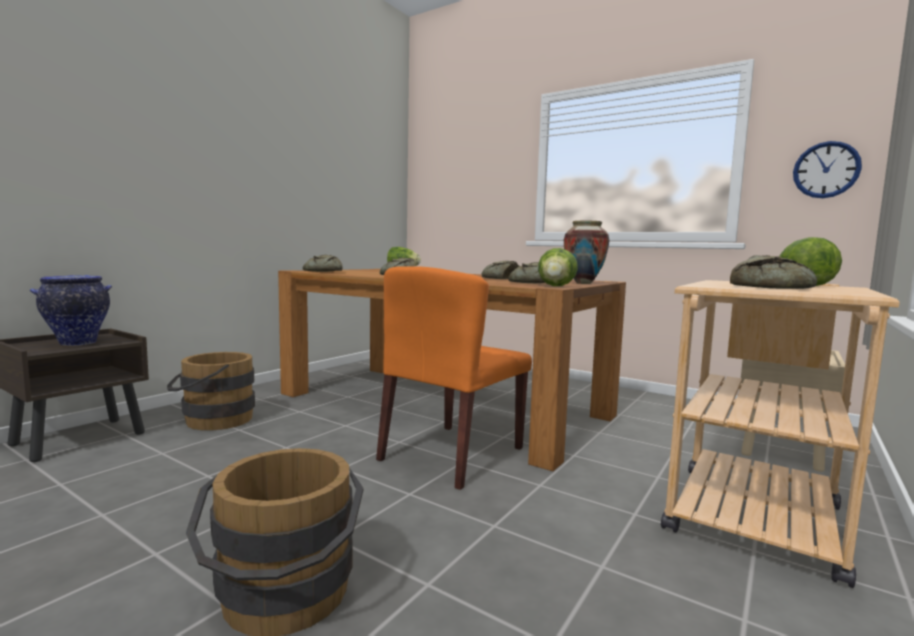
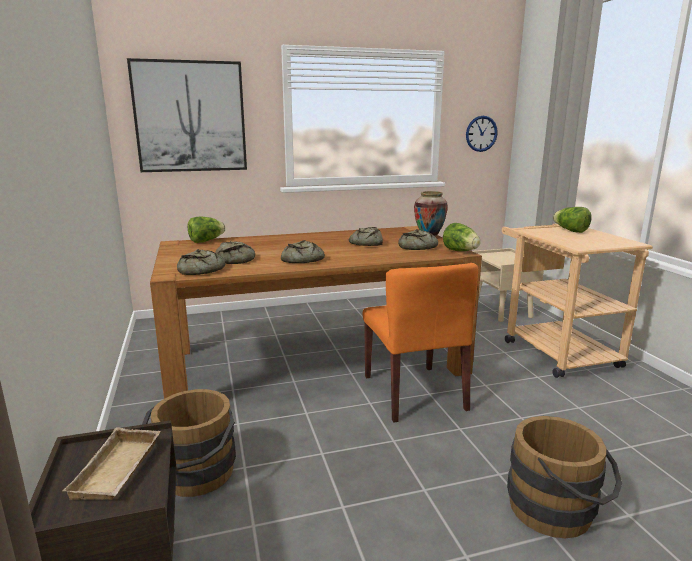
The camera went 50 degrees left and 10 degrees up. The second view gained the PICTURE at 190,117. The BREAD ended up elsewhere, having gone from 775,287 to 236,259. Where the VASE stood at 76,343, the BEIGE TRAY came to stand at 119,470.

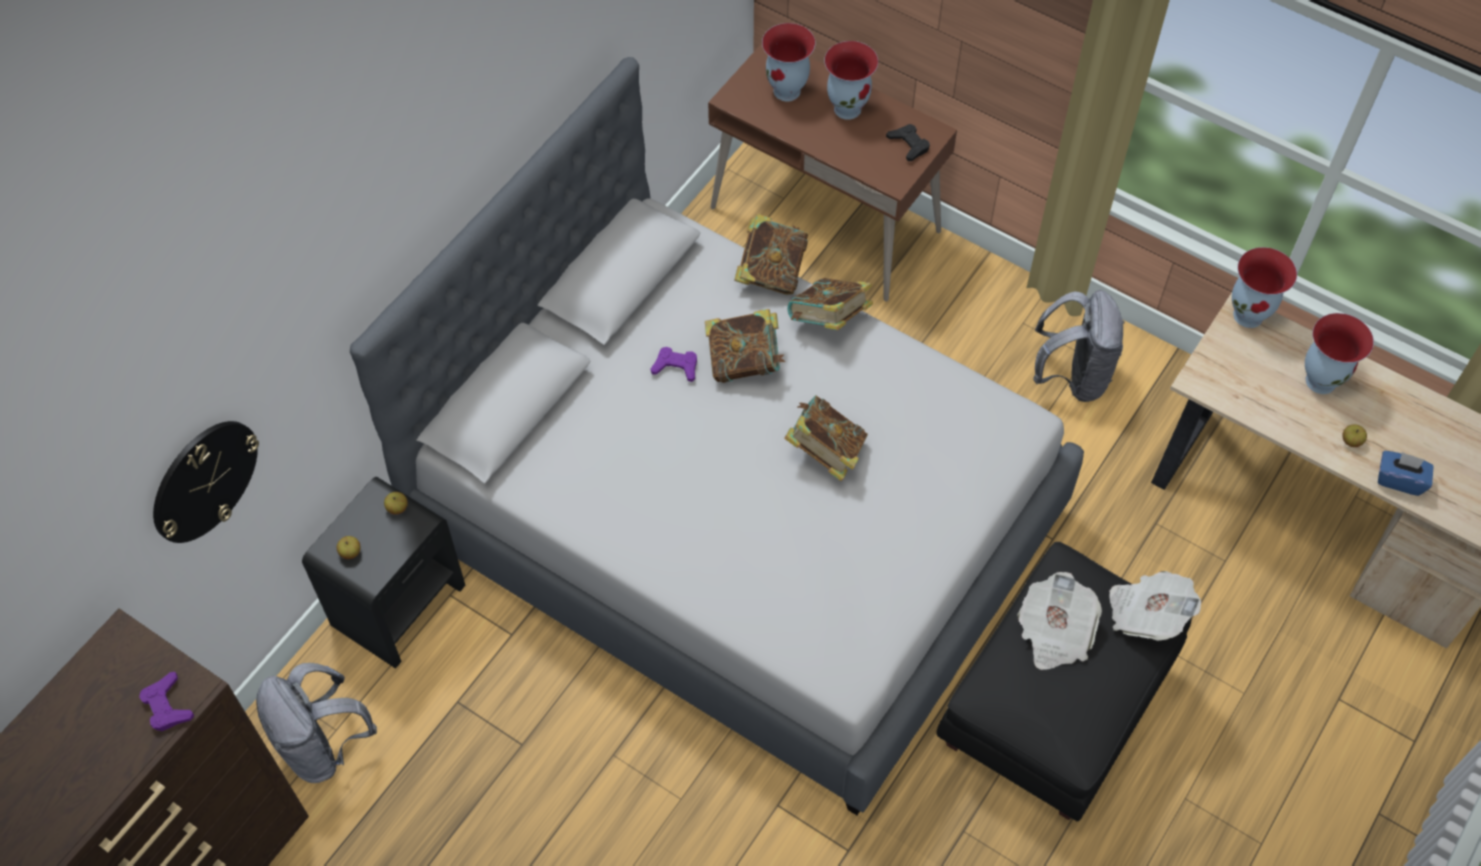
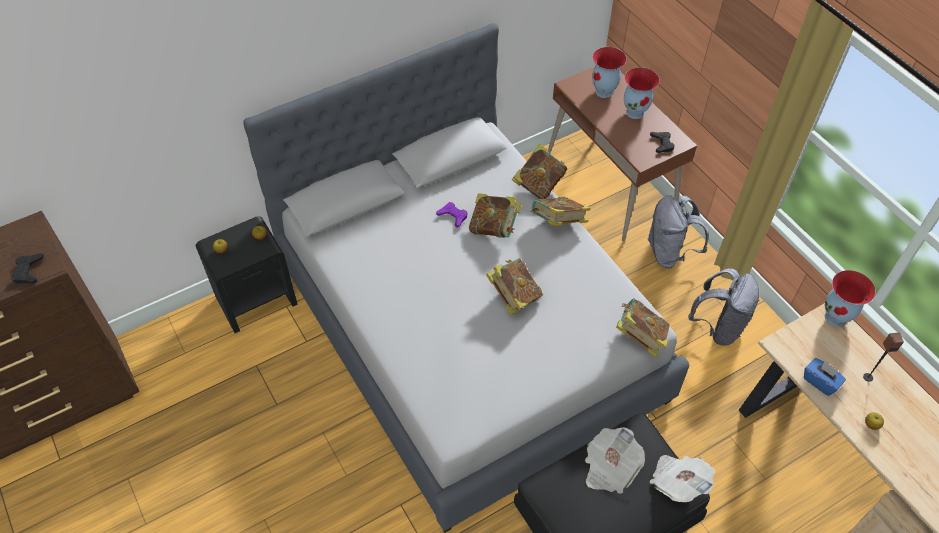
The camera went 25 degrees right and 5 degrees down. The second view lost the WALL CLOCK at 204,480. The second view gained the BOOK at 640,337. The GREY BACKPACK ended up elsewhere, having gone from 324,745 to 669,253. The BLUE TISSUE BOX ended up elsewhere, having gone from 1399,480 to 820,382. Where the VASE stood at 1320,380, the SPEAKER came to stand at 868,377. What was the PURPLE GAME CONTROLLER at 167,706 turned into the BLACK GAME CONTROLLER at 28,271.

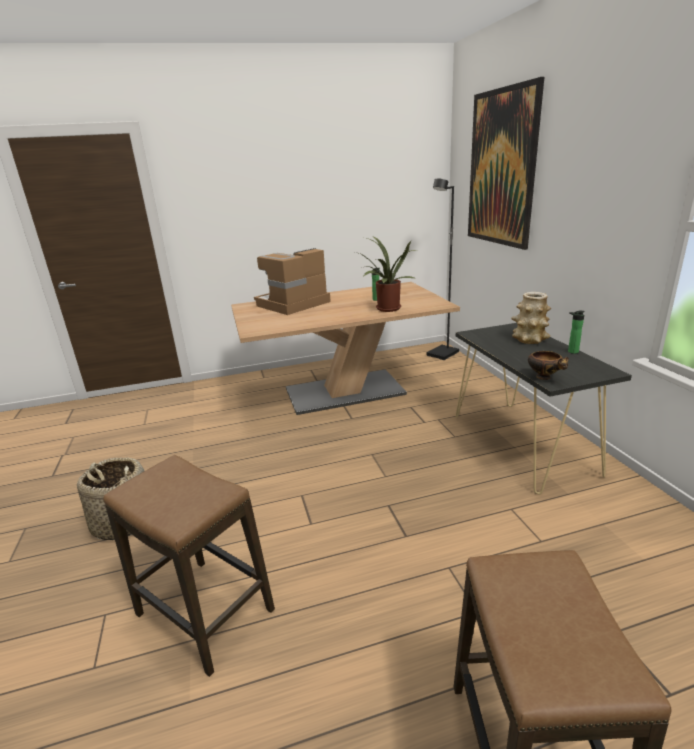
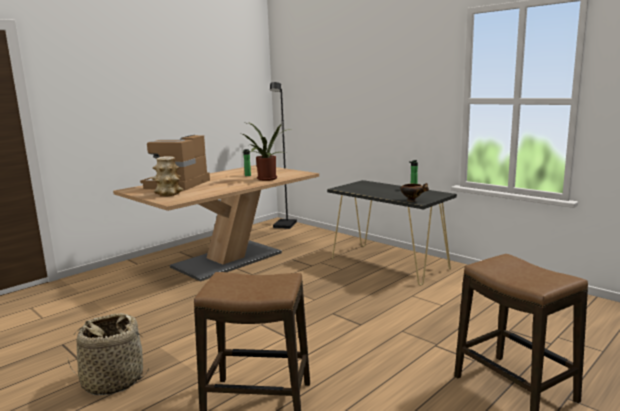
The camera went 30 degrees left and 10 degrees down. The second view lost the PICTURE at 501,169. The VASE ended up elsewhere, having gone from 529,340 to 168,194.

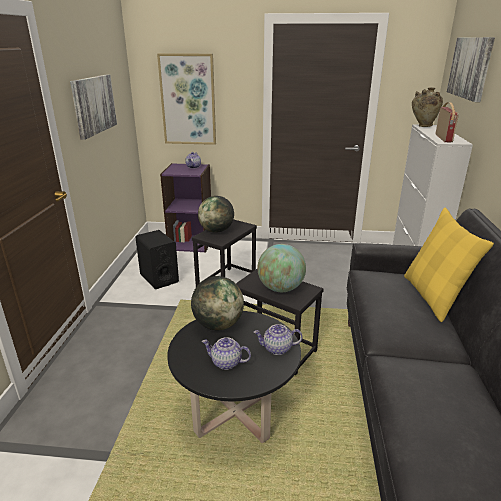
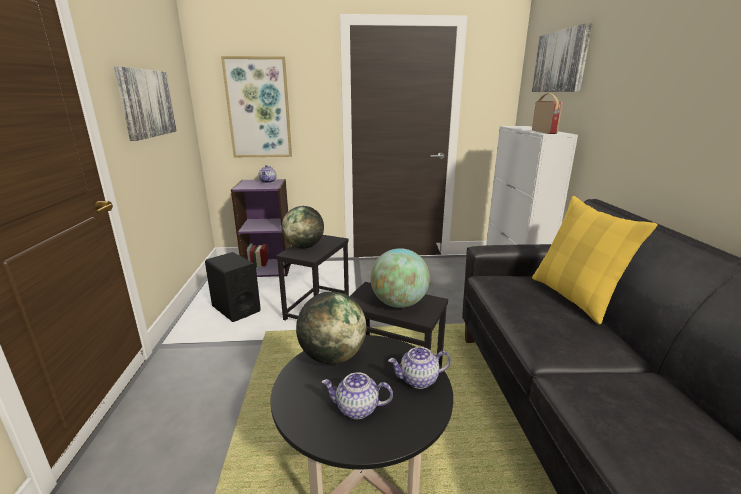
The camera went 10 degrees left and 5 degrees down. The second view lost the BEIGE VASE at 423,126.

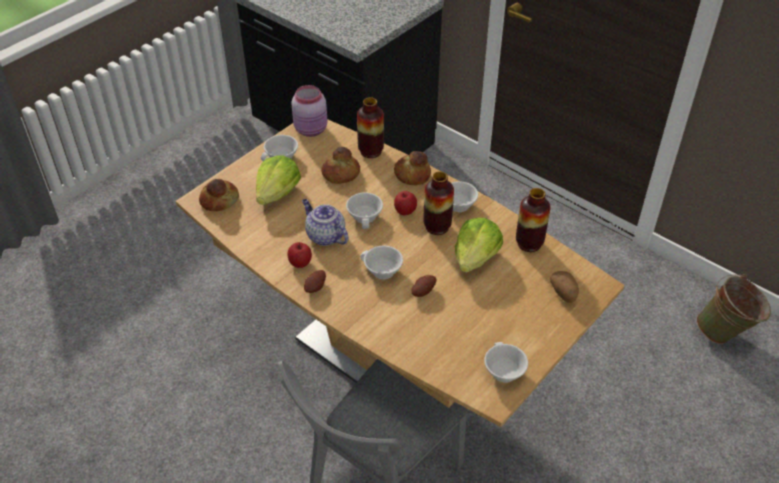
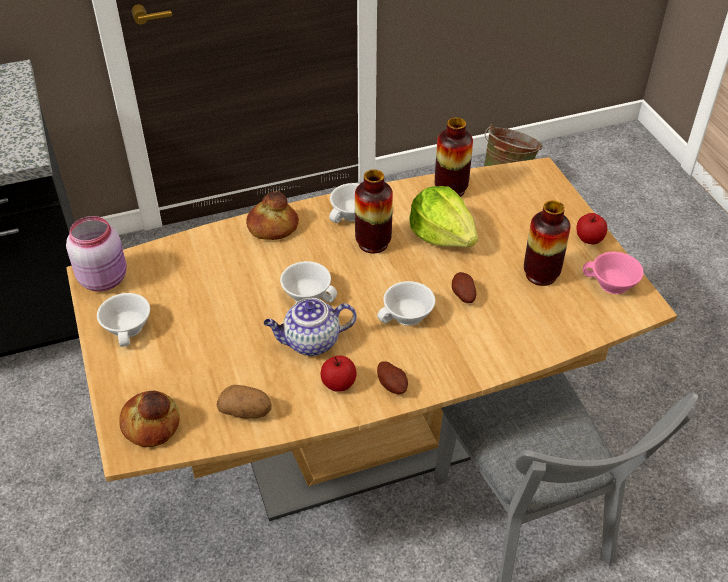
The camera went 60 degrees left and 0 degrees up. The second view lost the LETTUCE at 277,193. The second view lost the BREAD at 341,174. The VASE ended up elsewhere, having gone from 371,151 to 541,275. The APPLE ended up elsewhere, having gone from 405,211 to 589,239. The POTATO ended up elsewhere, having gone from 564,293 to 246,411. What was the WHITE CUP at 502,371 turned into the PINK CUP at 611,285.

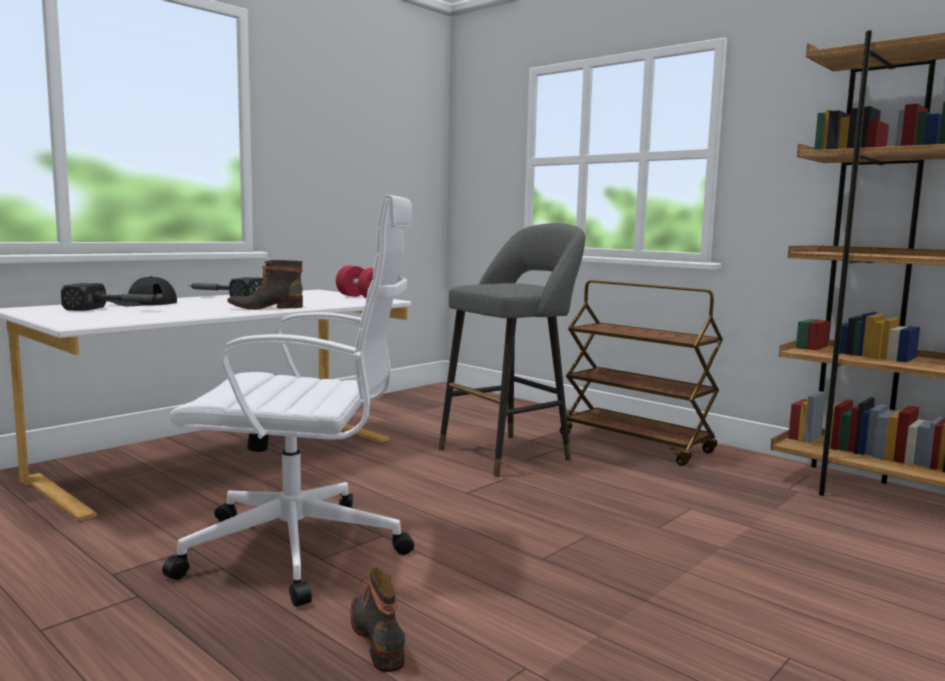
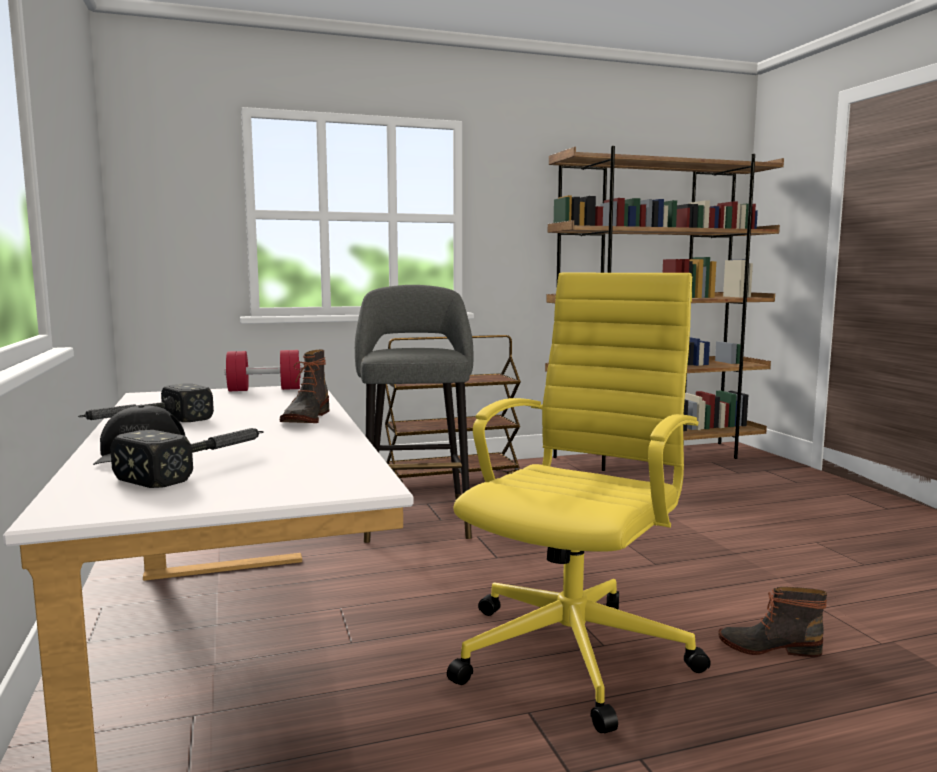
The camera went 60 degrees left and 0 degrees up. What was the WHITE OFFICE CHAIR at 302,550 turned into the YELLOW OFFICE CHAIR at 576,651.

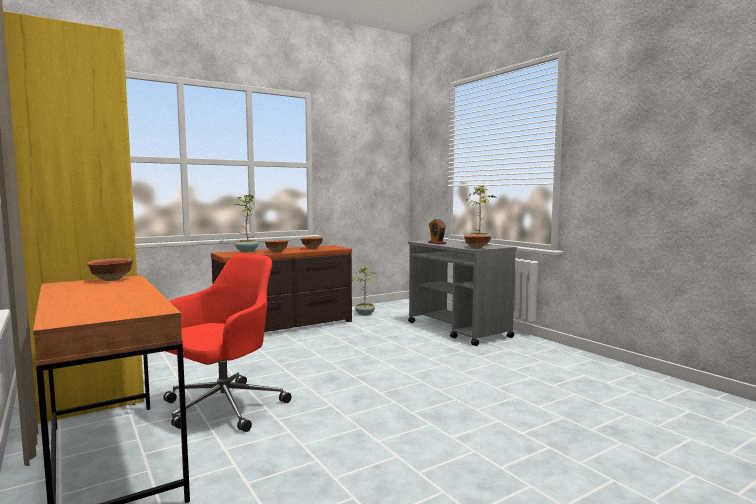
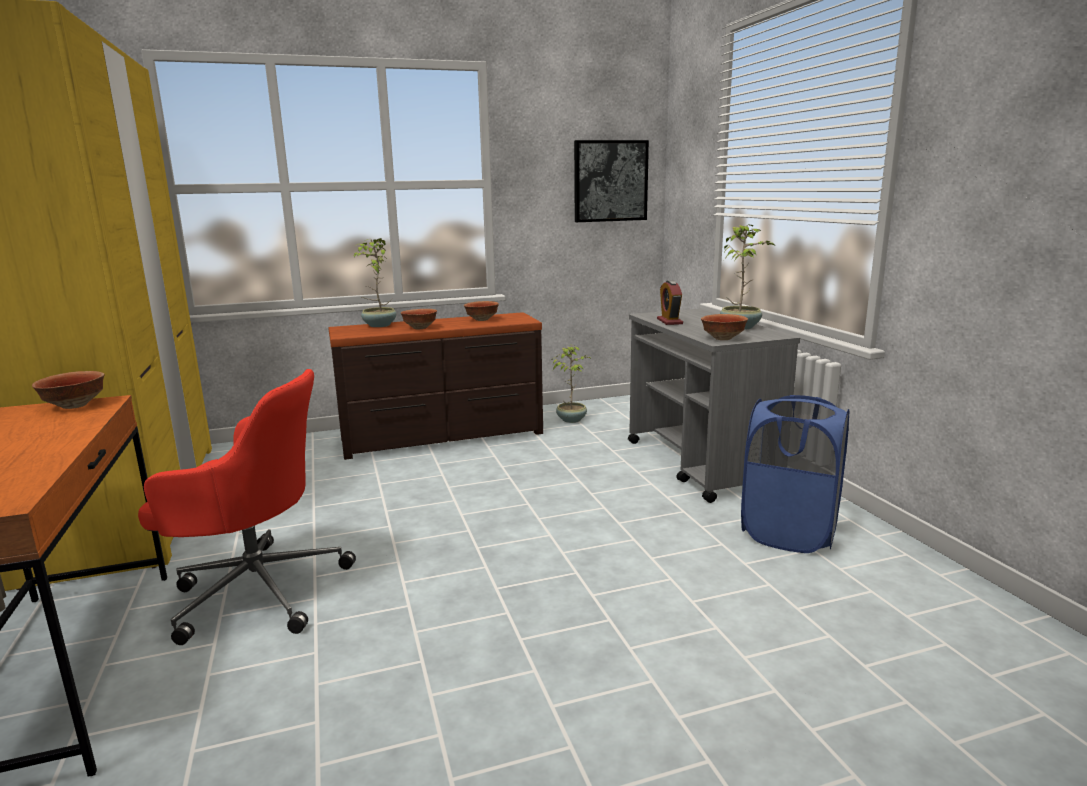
The camera went 15 degrees right and 10 degrees up. The second view gained the PICTURE at 610,181. The second view gained the BLUE LAUNDRY BASKET at 789,532. The RED OFFICE CHAIR at 222,408 ended up facing another way, 45 degrees clockwise from before.

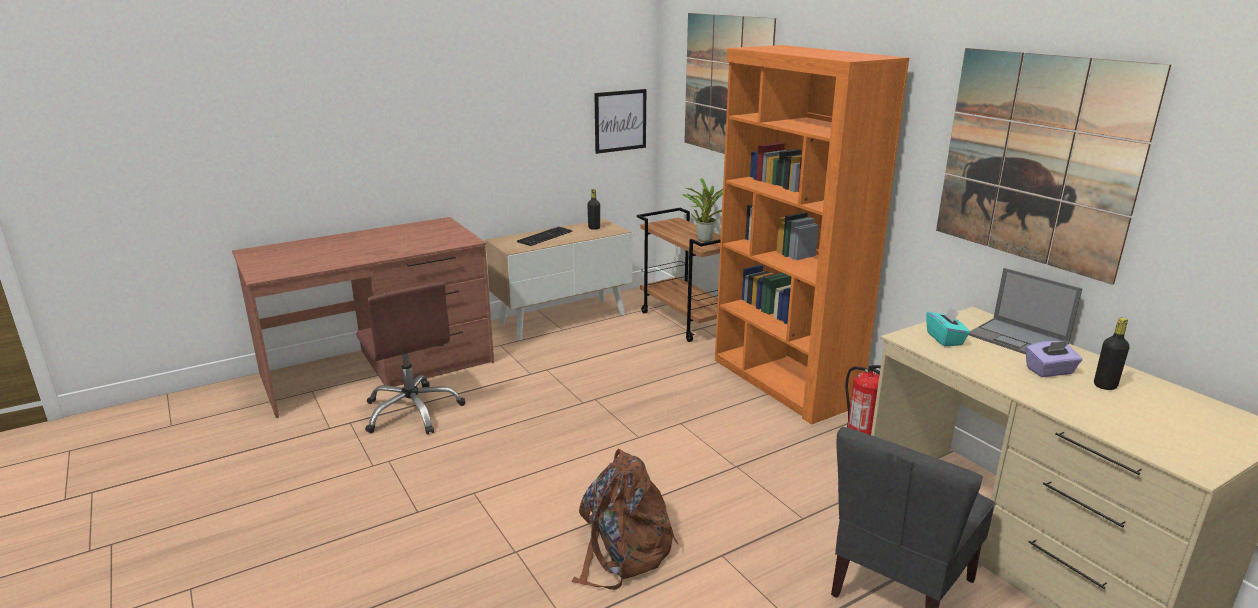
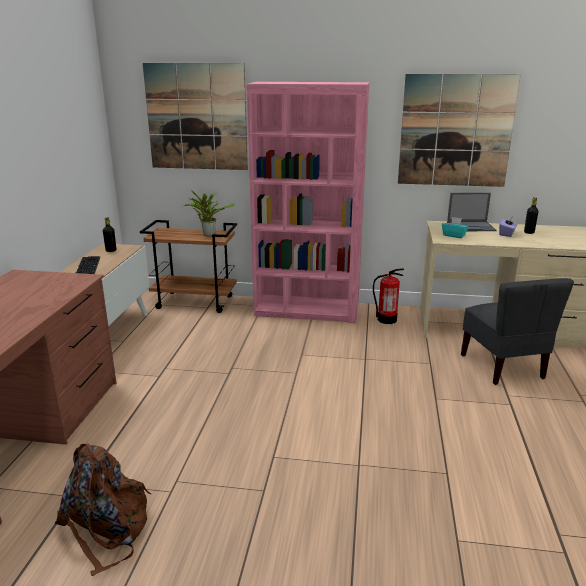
The camera went 50 degrees left and 0 degrees up. The second view lost the BROWN OFFICE CHAIR at 413,411. The second view lost the PICTURE at 620,121. The BROWN BACKPACK ended up elsewhere, having gone from 622,550 to 107,527. What was the ORANGE BOOKCASE at 784,382 turned into the PINK BOOKCASE at 307,310.

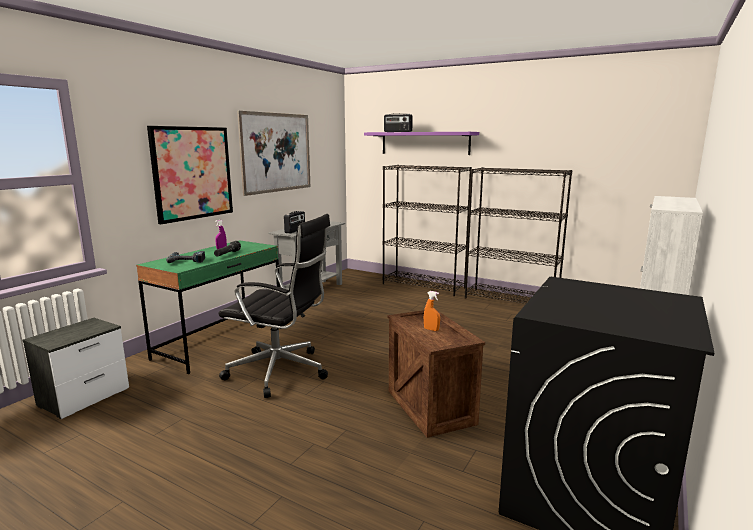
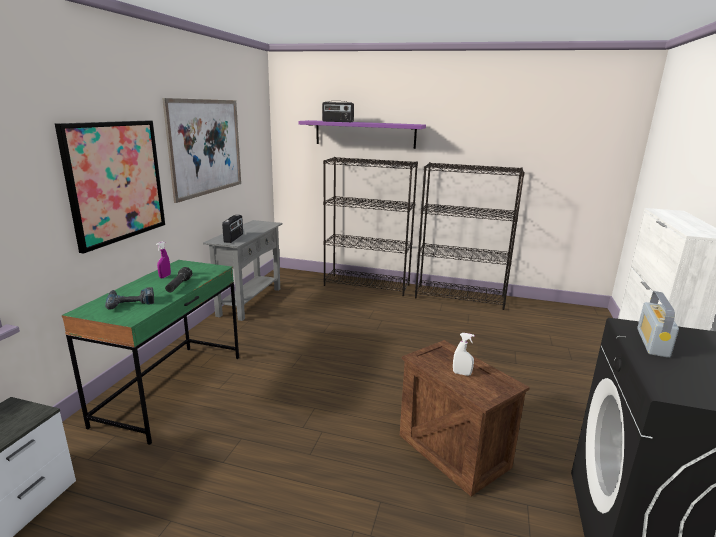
The camera went 15 degrees left and 5 degrees up. The second view lost the BLACK OFFICE CHAIR at 280,372. The second view gained the RADIO at 652,343. What was the ORANGE SPRAY BOTTLE at 431,329 turned into the WHITE SPRAY BOTTLE at 462,373.

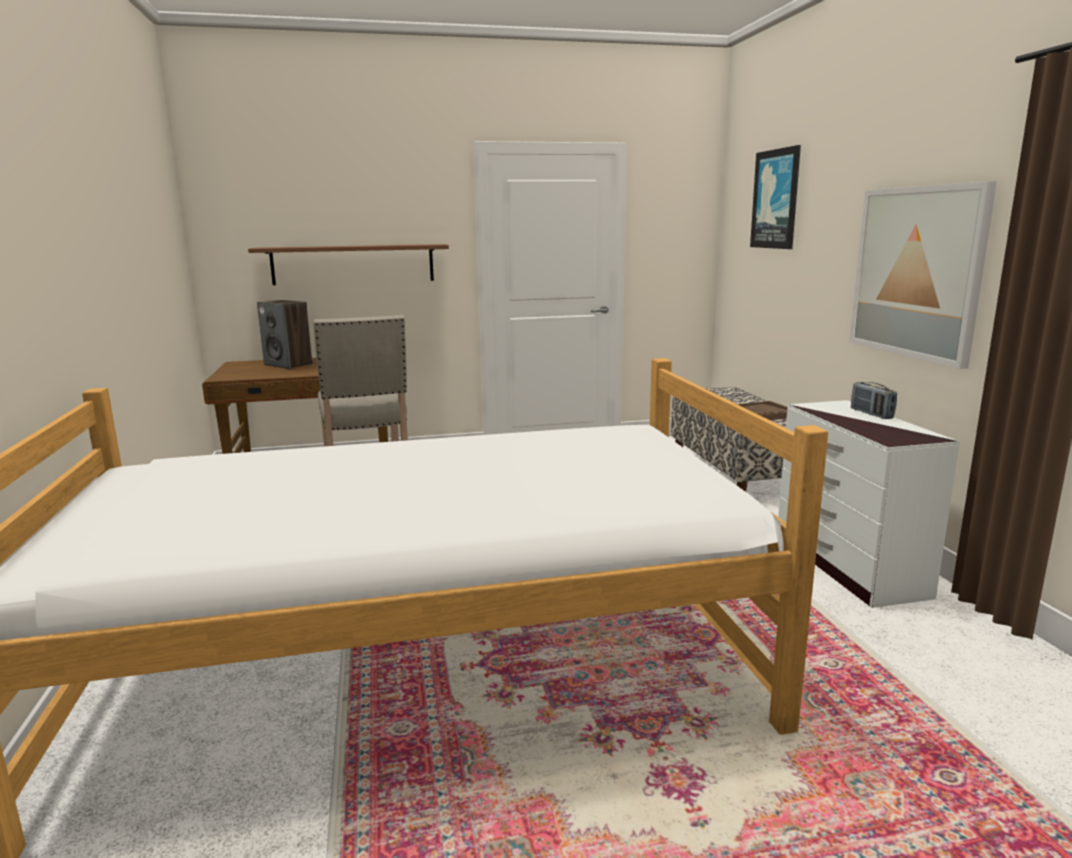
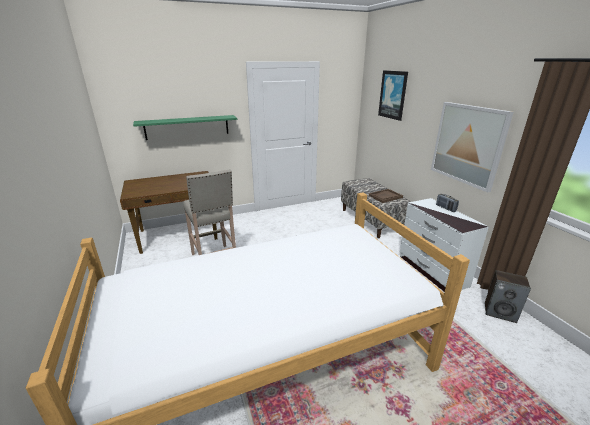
The camera went 10 degrees left and 10 degrees up. The SPEAKER ended up elsewhere, having gone from 289,364 to 500,312. What was the BROWN SHELF at 353,264 turned into the GREEN SHELF at 187,127.

